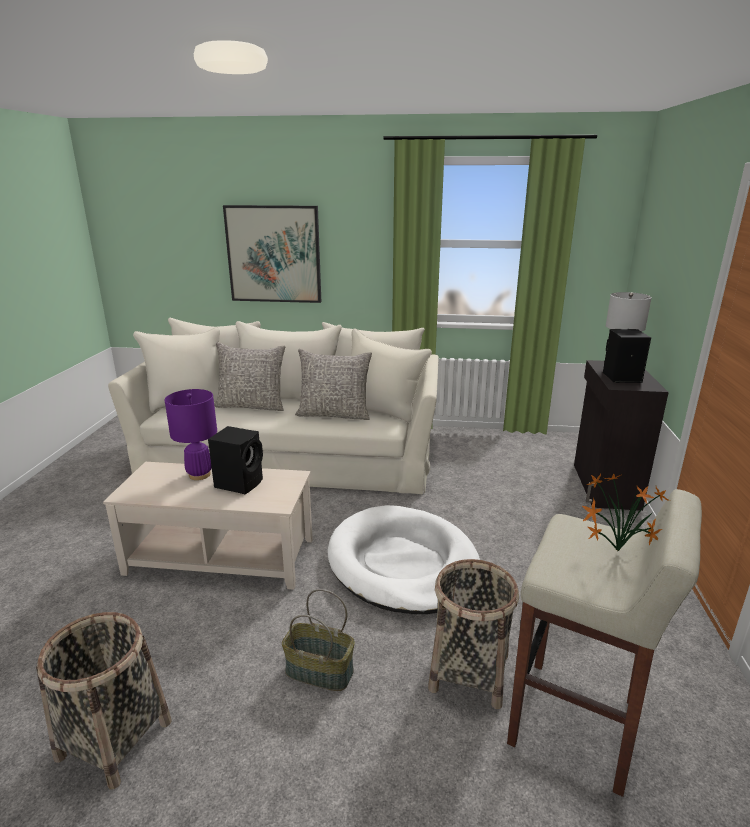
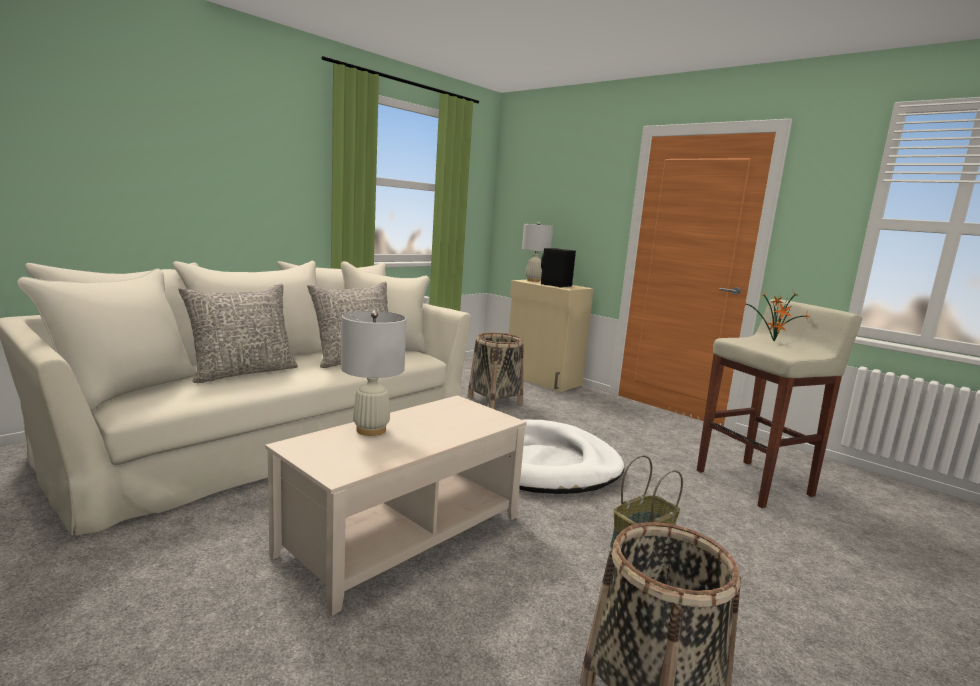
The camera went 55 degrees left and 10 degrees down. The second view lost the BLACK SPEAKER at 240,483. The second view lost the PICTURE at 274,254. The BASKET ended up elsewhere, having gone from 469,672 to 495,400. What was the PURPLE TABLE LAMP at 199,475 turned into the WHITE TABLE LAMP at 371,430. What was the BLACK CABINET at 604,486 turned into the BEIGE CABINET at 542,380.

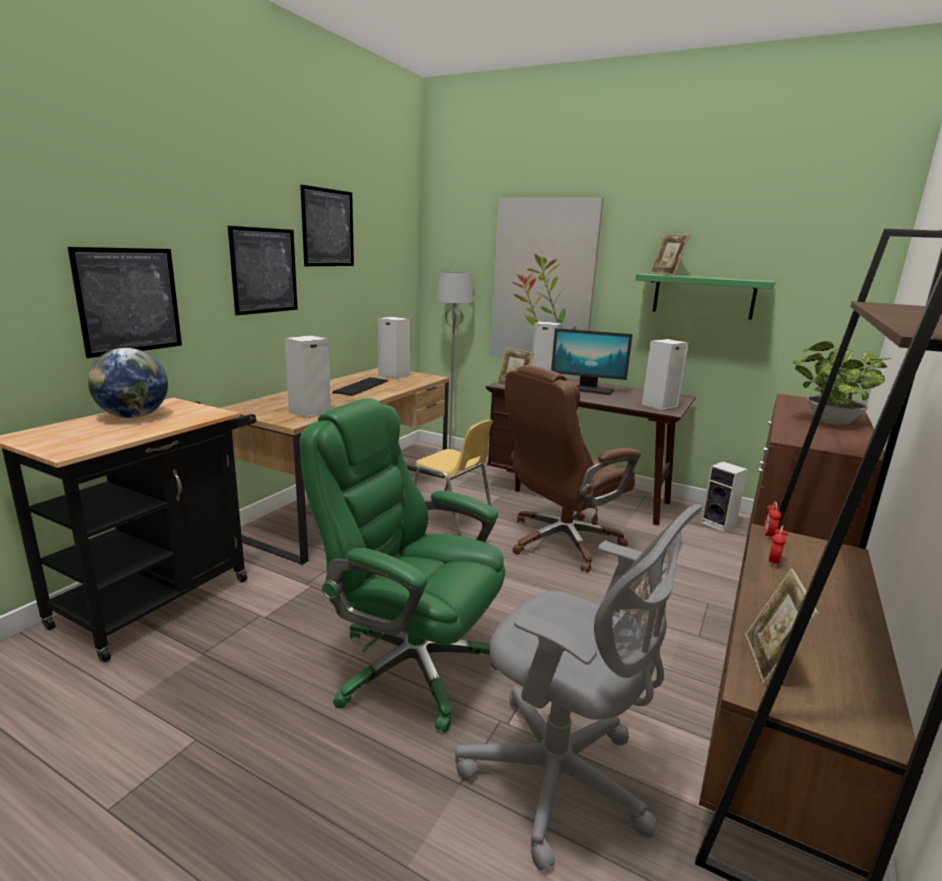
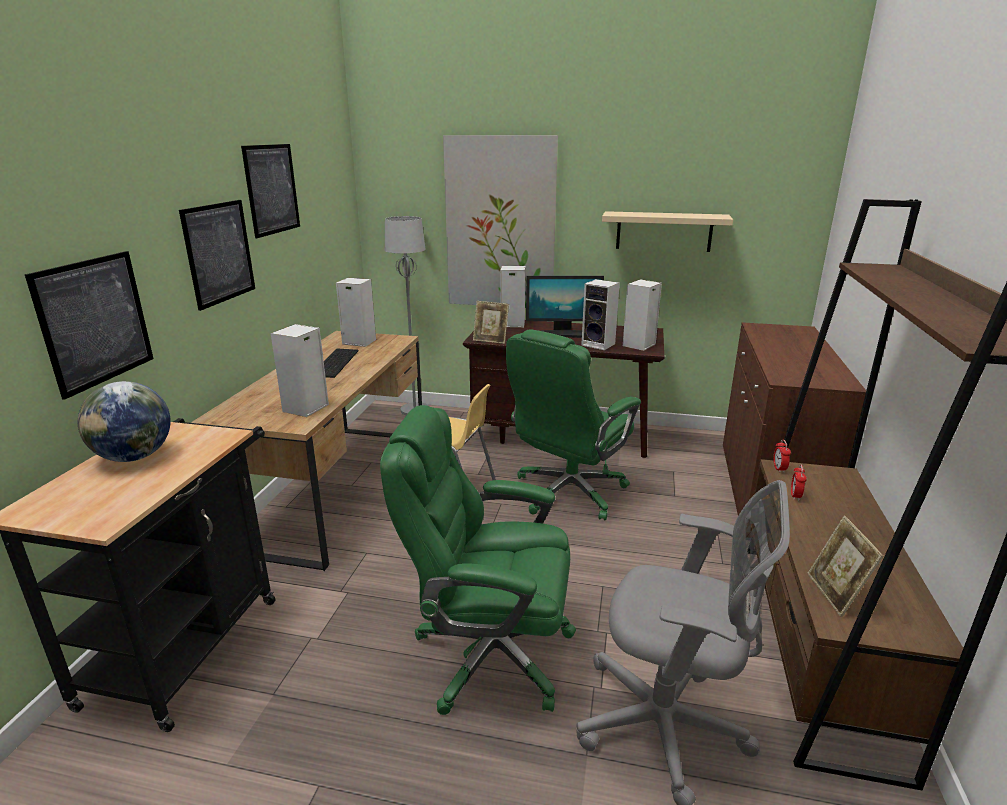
The camera went 15 degrees left and 5 degrees up. The second view lost the PICTURE FRAME at 666,274. The second view lost the POTTED PLANT at 828,422. The SPEAKER ended up elsewhere, having gone from 719,525 to 599,345. What was the BROWN OFFICE CHAIR at 561,542 turned into the GREEN OFFICE CHAIR at 568,492. What was the GREEN SHELF at 703,296 turned into the BEIGE SHELF at 664,231.

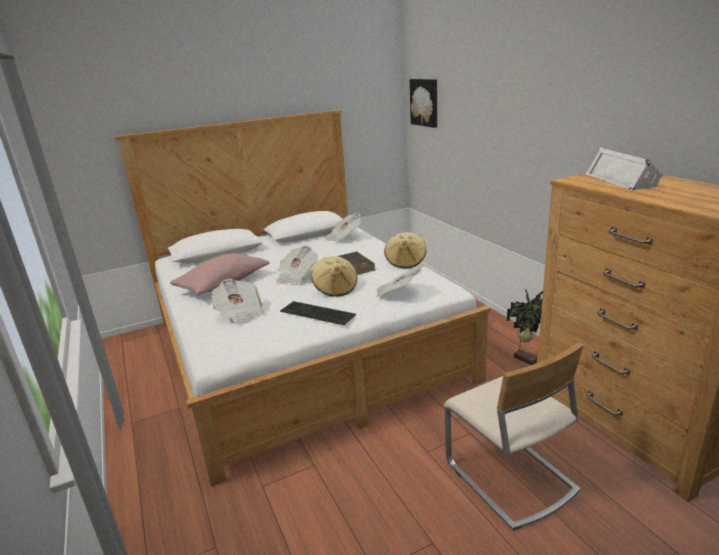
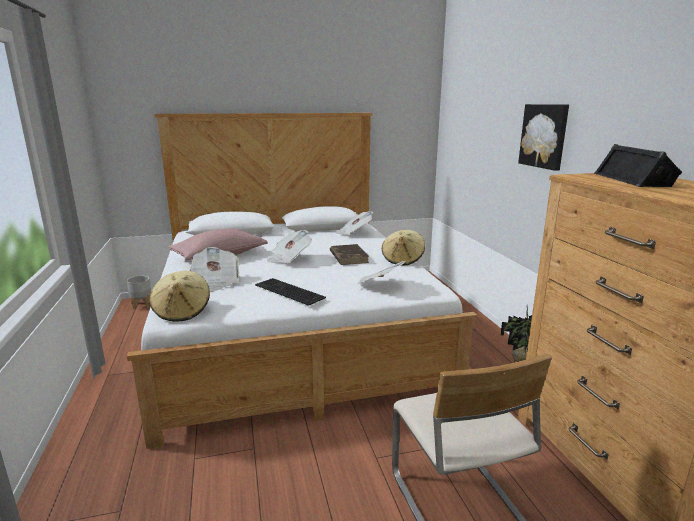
The camera went 10 degrees right and 5 degrees down. The second view gained the GREY PLANTER at 142,305. The BEIGE HAT ended up elsewhere, having gone from 335,289 to 182,312. The PICTURE ended up elsewhere, having gone from 425,102 to 544,136. What was the WHITE SPEAKER at 622,180 turned into the BLACK SPEAKER at 634,179.

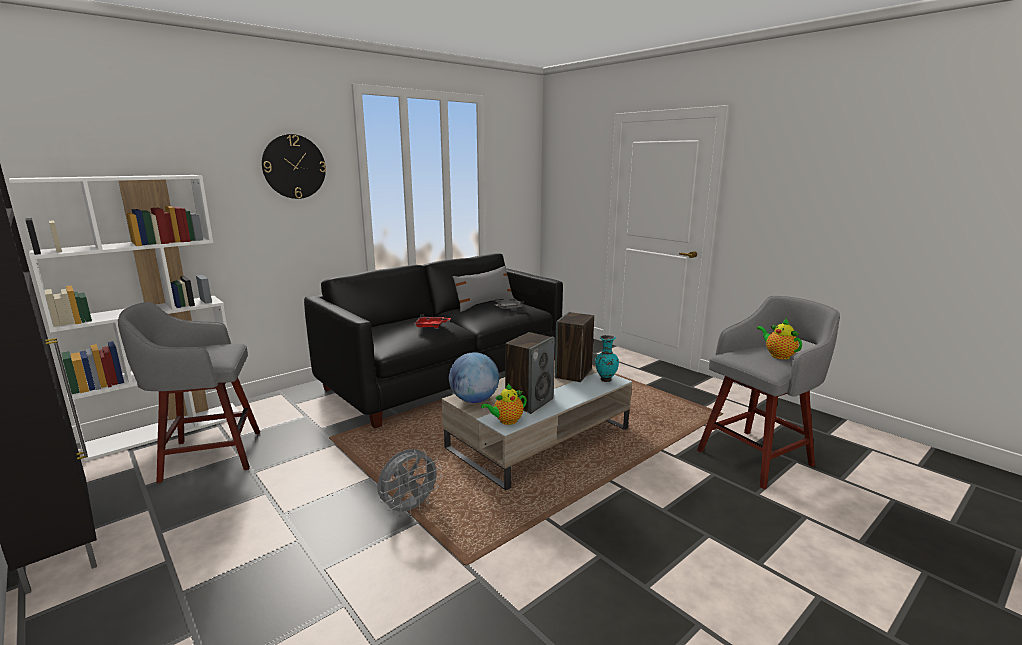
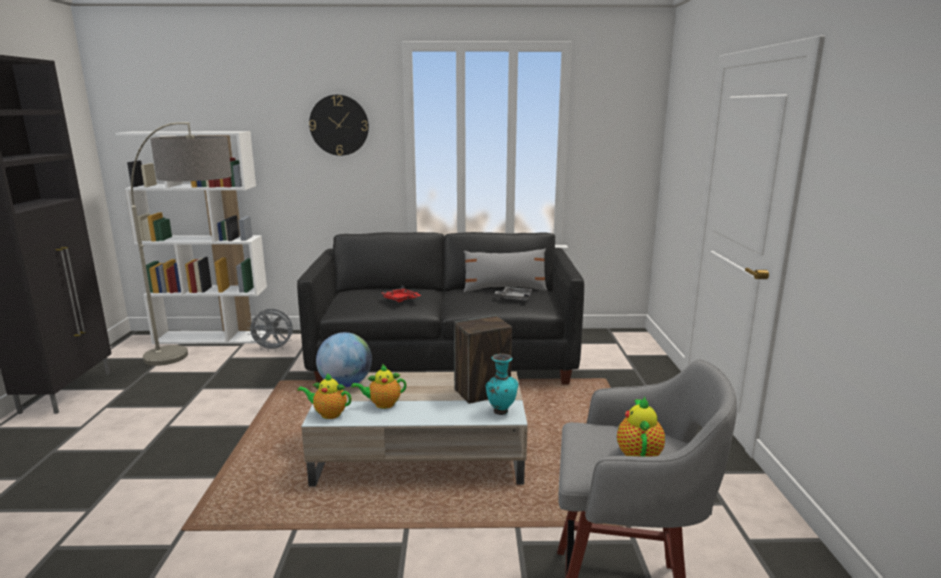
The camera went 40 degrees right and 0 degrees up. The GREY FAN ended up elsewhere, having gone from 409,508 to 274,349. Where the GREY STOOL stood at 208,455, the FLOOR LAMP came to stand at 202,365. Where the SPEAKER stood at 529,402, the TEAPOT came to stand at 382,404.

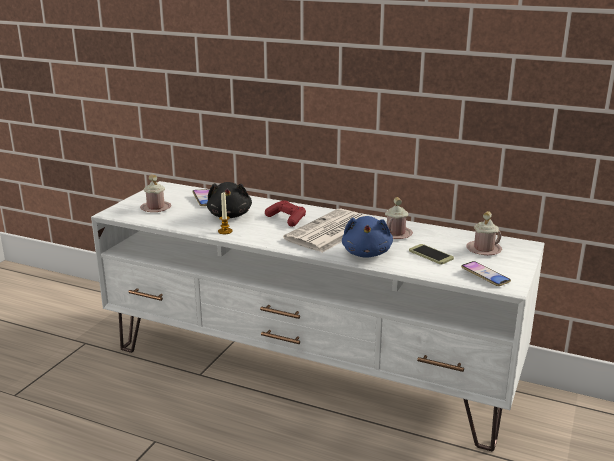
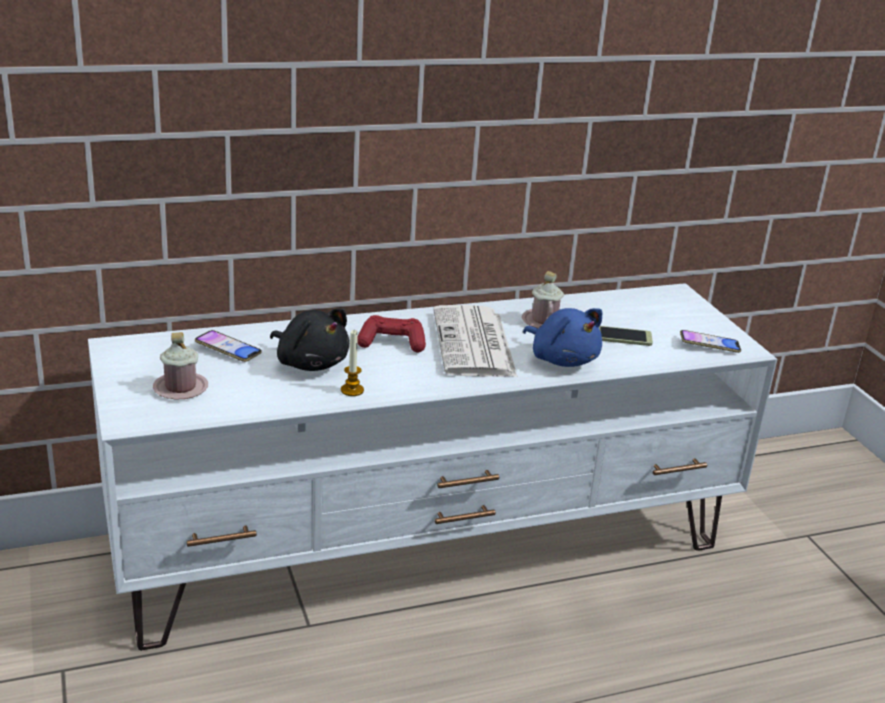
The camera went 45 degrees left and 5 degrees up. The second view lost the PINK MUG at 483,249.

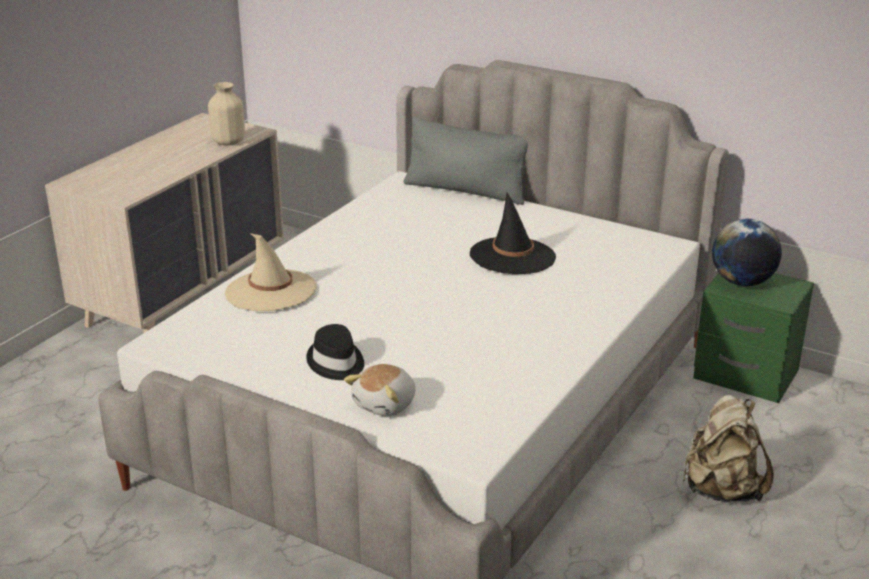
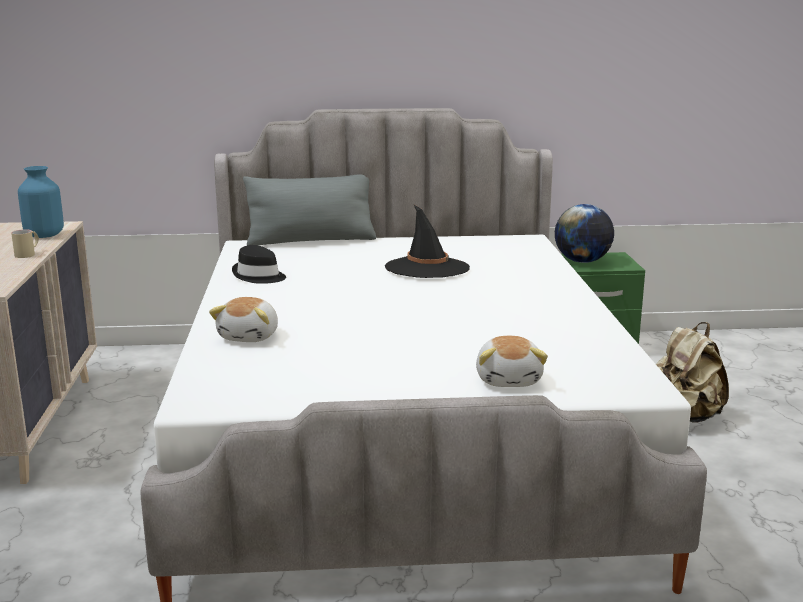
The camera went 35 degrees left and 10 degrees down. The second view gained the BEIGE MUG at 28,254. The BLACK HAT ended up elsewhere, having gone from 336,363 to 259,276. Where the BEIGE HAT stood at 270,291, the PLUSH TOY came to stand at 250,336. What was the BEIGE VASE at 228,142 turned into the BLUE VASE at 45,235.

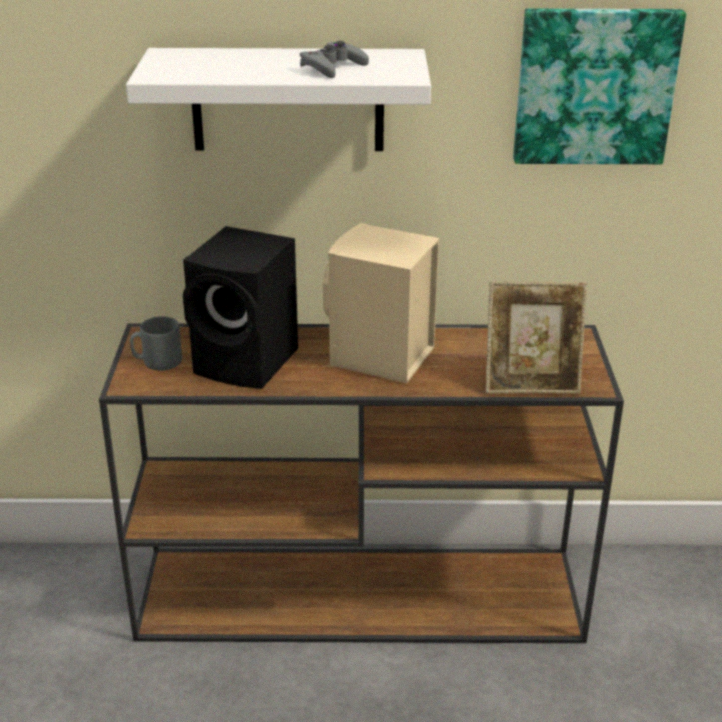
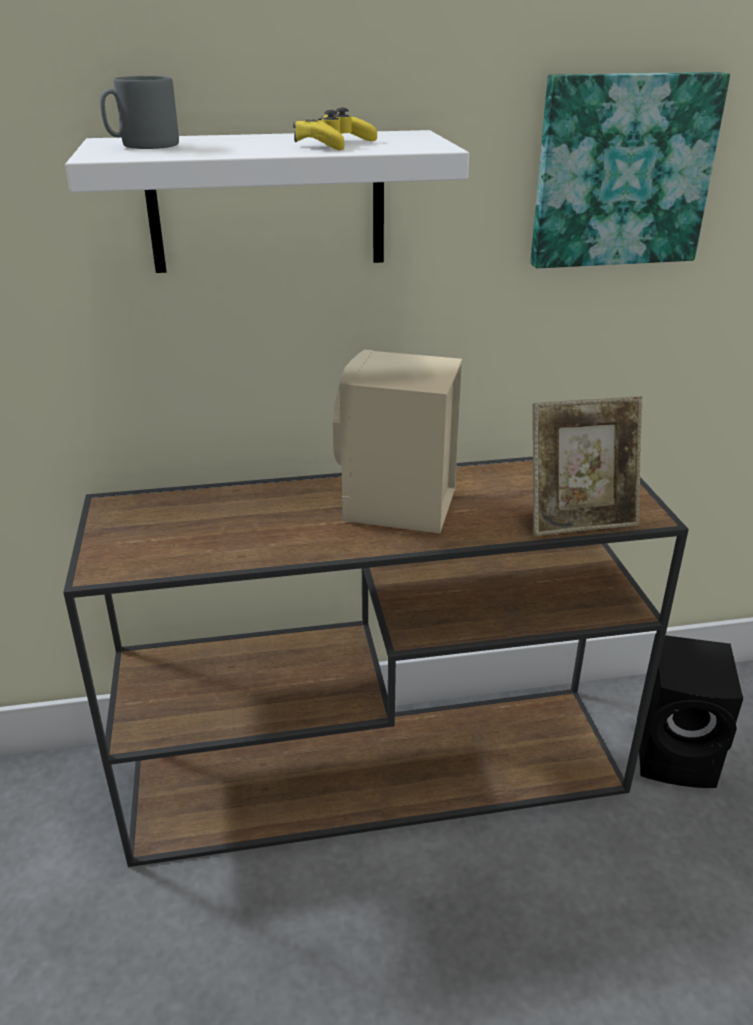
The camera went 10 degrees left and 0 degrees up. The GREY MUG ended up elsewhere, having gone from 157,362 to 143,145. The BLACK SPEAKER ended up elsewhere, having gone from 249,363 to 678,754. What was the GREY GAME CONTROLLER at 333,67 turned into the YELLOW GAME CONTROLLER at 334,143.

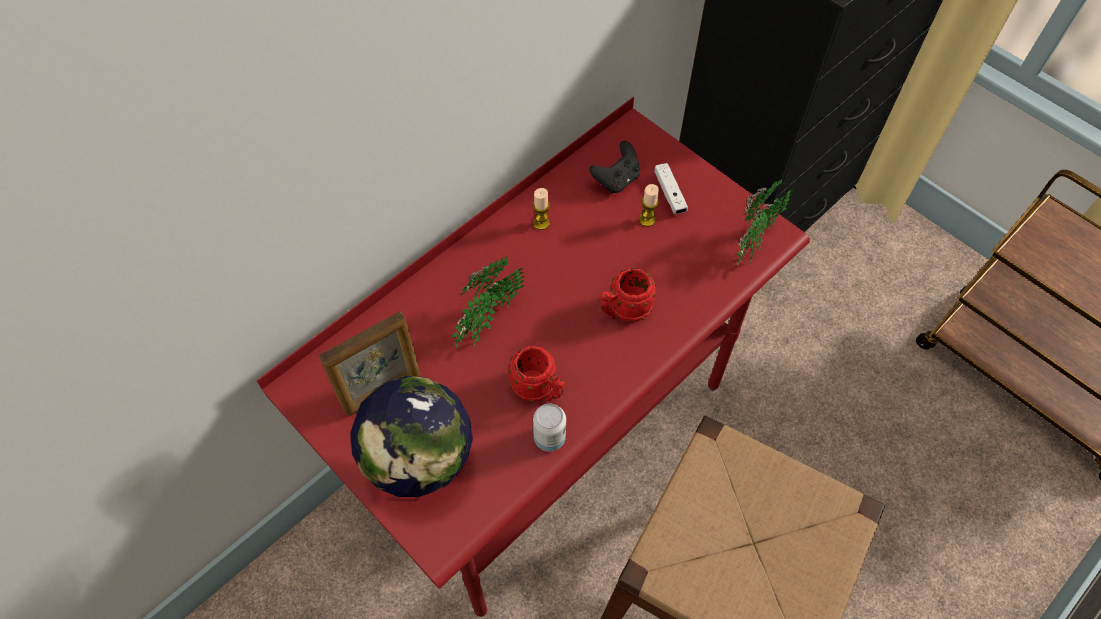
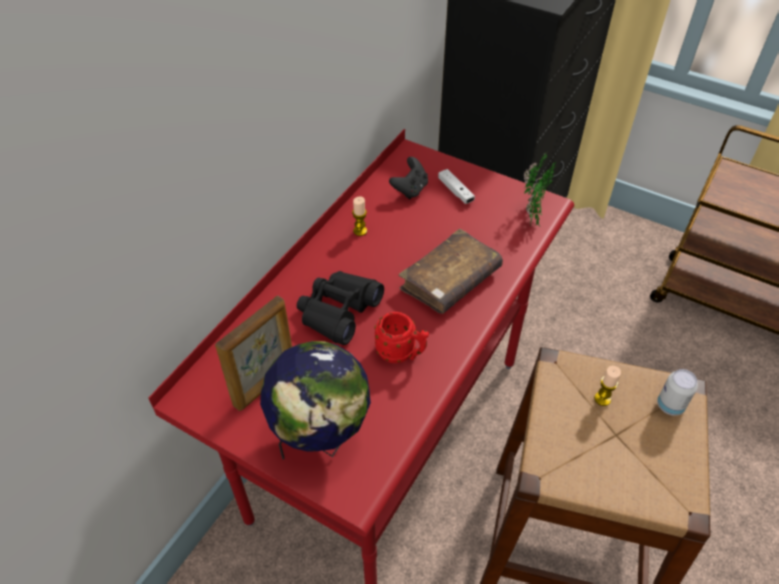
The camera went 15 degrees left and 10 degrees down. The CAN ended up elsewhere, having gone from 549,438 to 670,405. The CANDLE ended up elsewhere, having gone from 647,220 to 602,399. Where the POTTED PLANT stood at 486,321, the BLACK BINOCULARS came to stand at 338,311. Where the RED MUG stood at 623,311, the BROWN BOOK came to stand at 450,281.

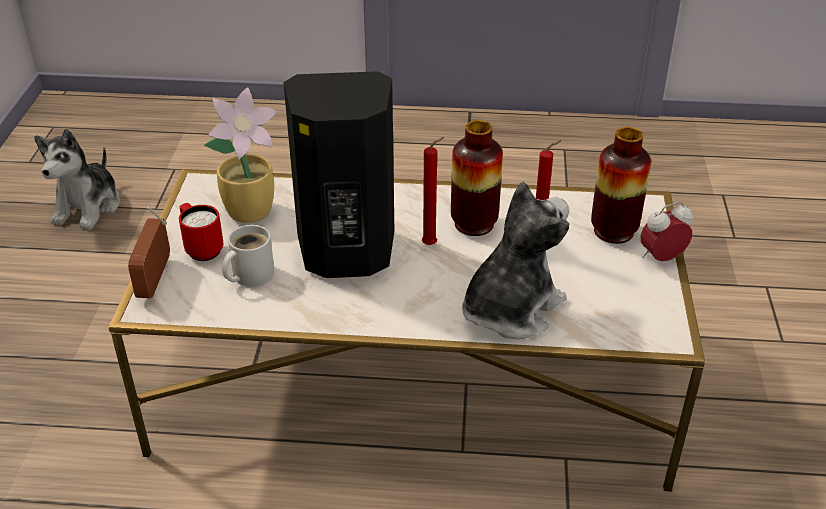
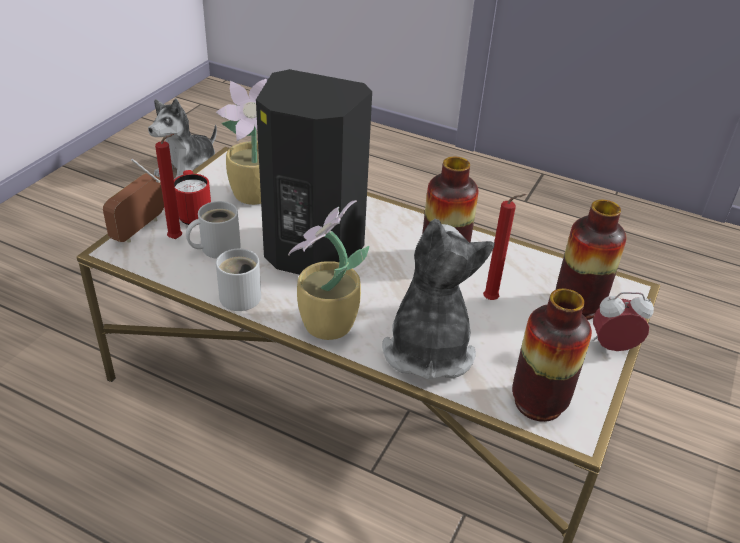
The camera went 20 degrees right and 0 degrees up. The second view gained the WHITE MUG at 241,294. The second view gained the POTTED PLANT at 326,326. The second view gained the VASE at 538,403. The RED CANDLE ended up elsewhere, having gone from 432,245 to 177,239. The PLUSH TOY at 510,309 ended up facing another way, 60 degrees counterclockwise from before.

